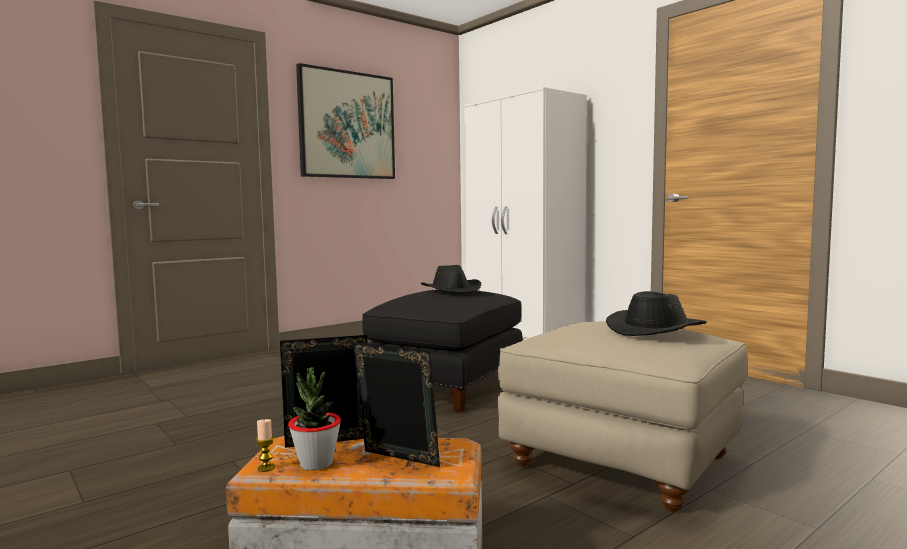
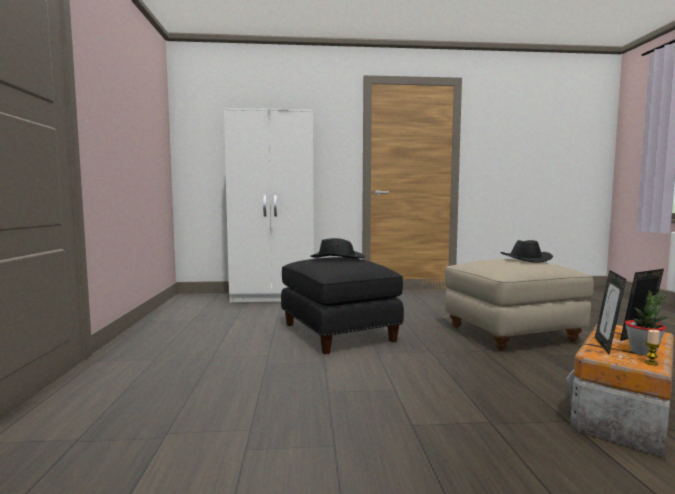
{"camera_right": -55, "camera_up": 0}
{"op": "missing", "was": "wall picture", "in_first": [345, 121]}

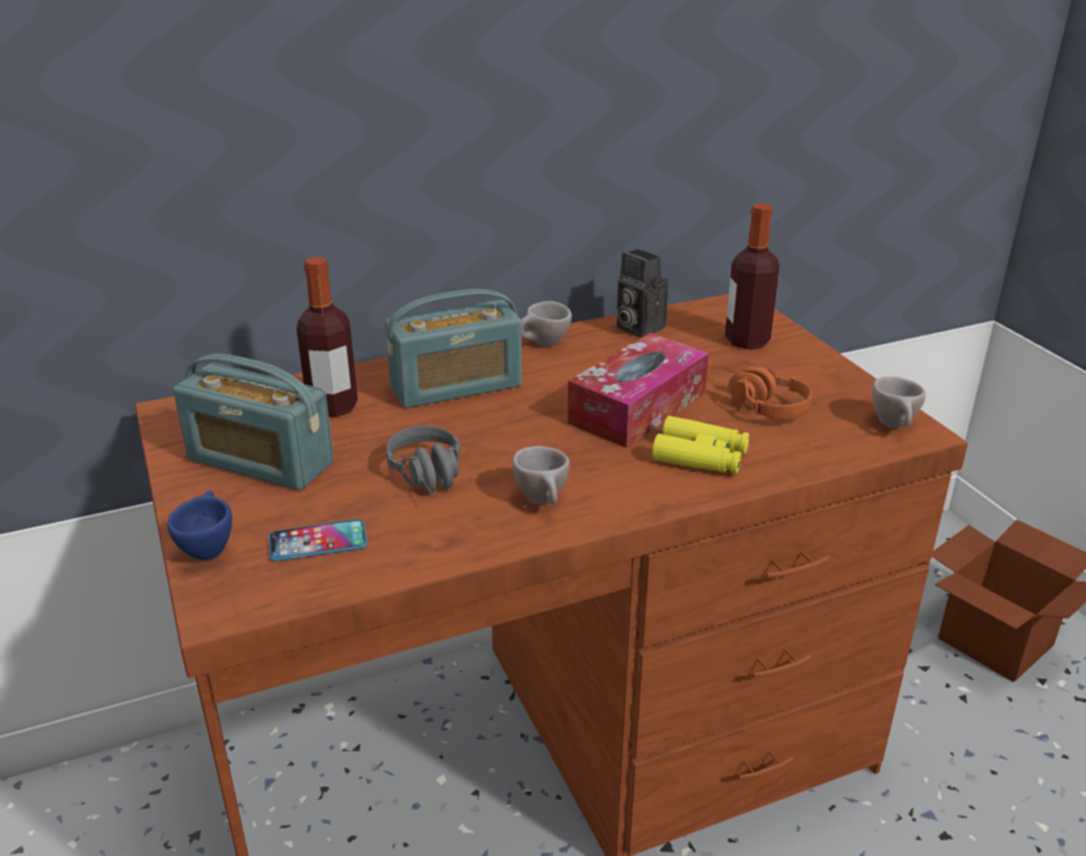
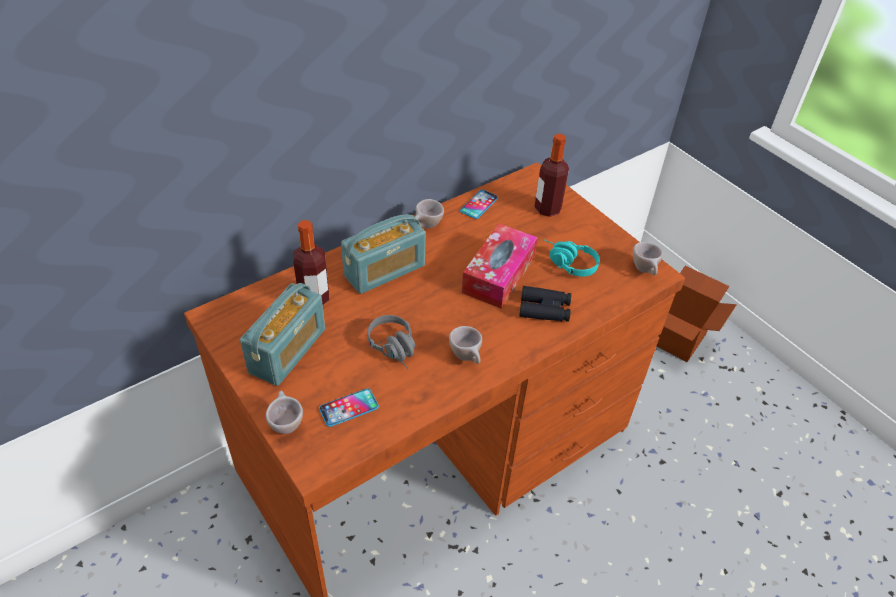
{"camera_right": -15, "camera_up": 15}
{"op": "exchanged", "was": "still camera", "now": "phone", "in_first": [642, 293], "in_second": [479, 204]}
{"op": "colour", "was": "bluish small cup", "now": "beige small cup", "in_first": [199, 525], "in_second": [284, 412]}
{"op": "colour", "was": "yellowish binoculars", "now": "black binoculars", "in_first": [700, 445], "in_second": [545, 304]}
{"op": "colour", "was": "orange-coloured headset", "now": "turquoise headset", "in_first": [768, 393], "in_second": [572, 258]}
{"op": "spun", "was": "radio", "in_first": [253, 422], "in_second": [282, 334], "clockwise": -75}

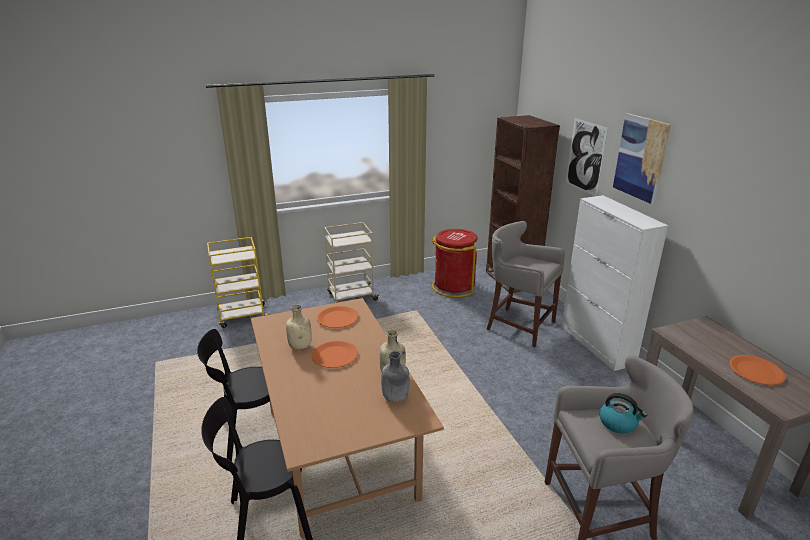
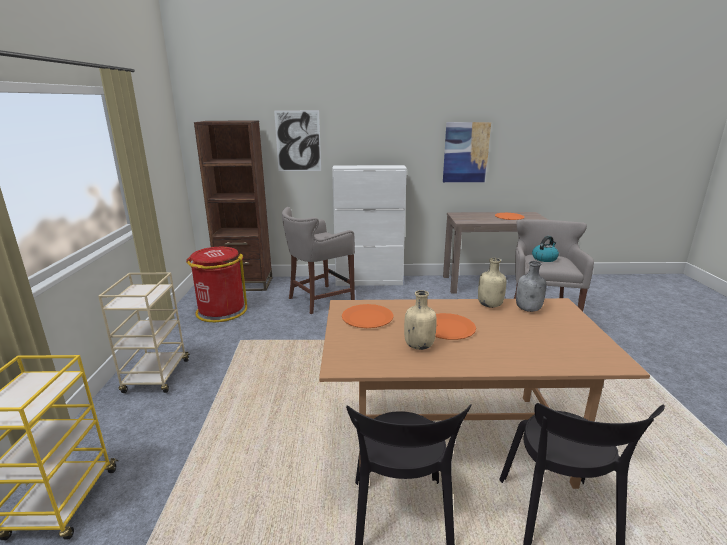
{"camera_right": -70, "camera_up": -5}
{"op": "relocated", "was": "wall picture", "in_first": [642, 158], "in_second": [467, 152]}

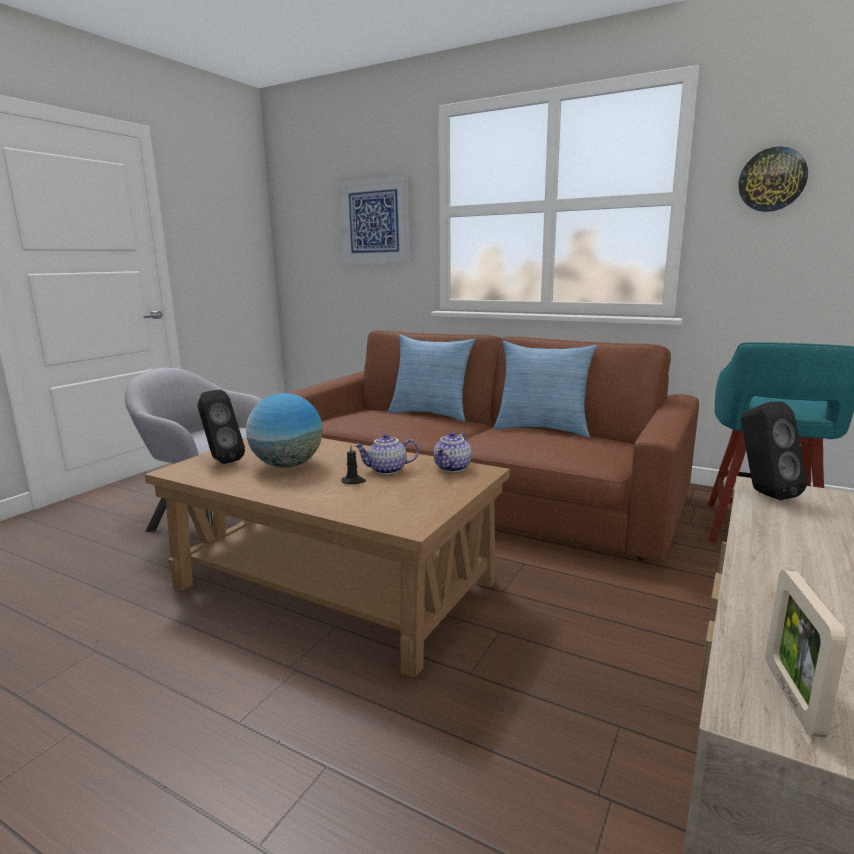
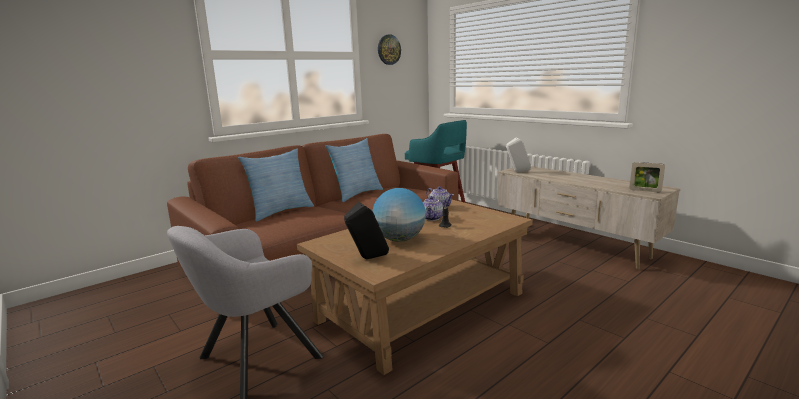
{"camera_right": -70, "camera_up": 0}
{"op": "missing", "was": "wall picture", "in_first": [374, 219]}
{"op": "colour", "was": "black audio speaker", "now": "whitish audio speaker", "in_first": [774, 450], "in_second": [518, 154]}

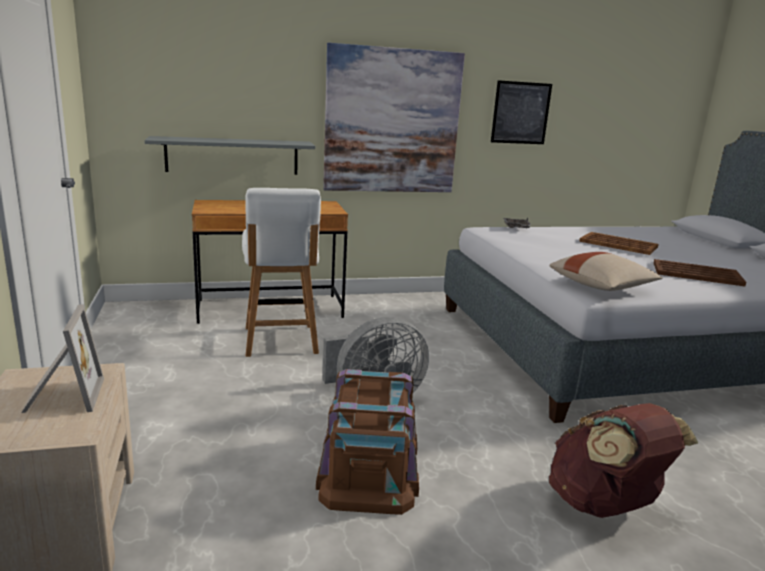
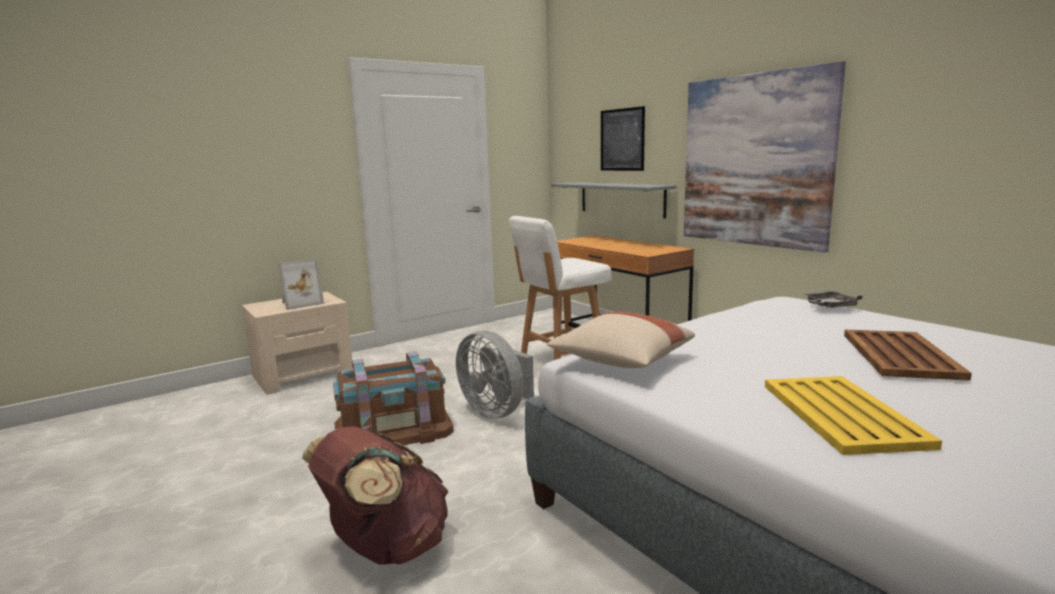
{"camera_right": 70, "camera_up": -5}
{"op": "relocated", "was": "wall picture", "in_first": [521, 112], "in_second": [623, 138]}
{"op": "colour", "was": "brownish tray", "now": "yellowish tray", "in_first": [699, 272], "in_second": [853, 415]}

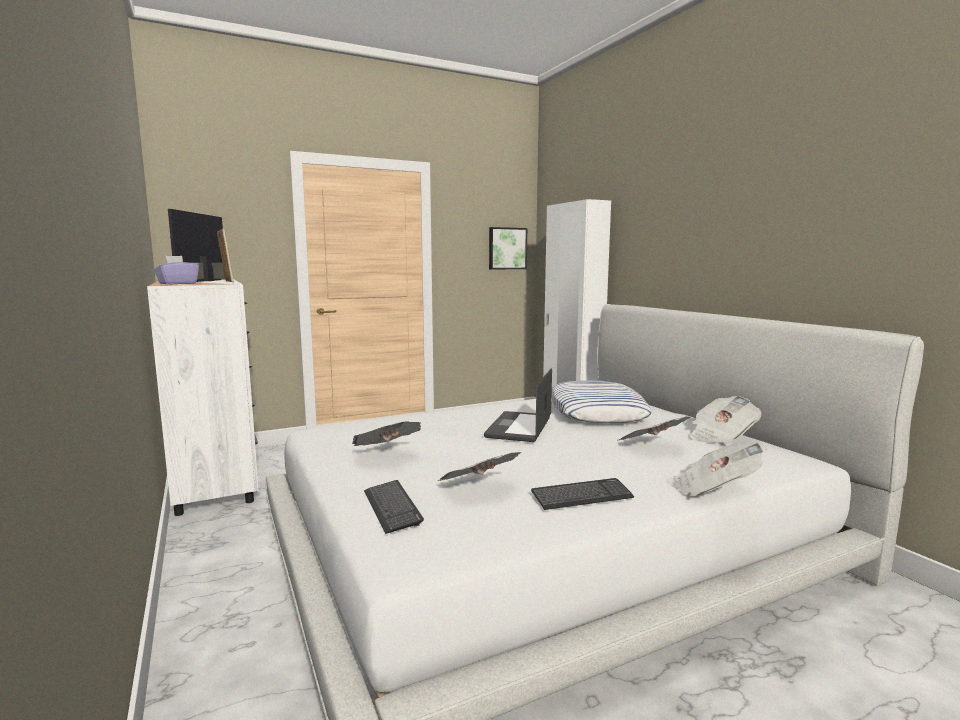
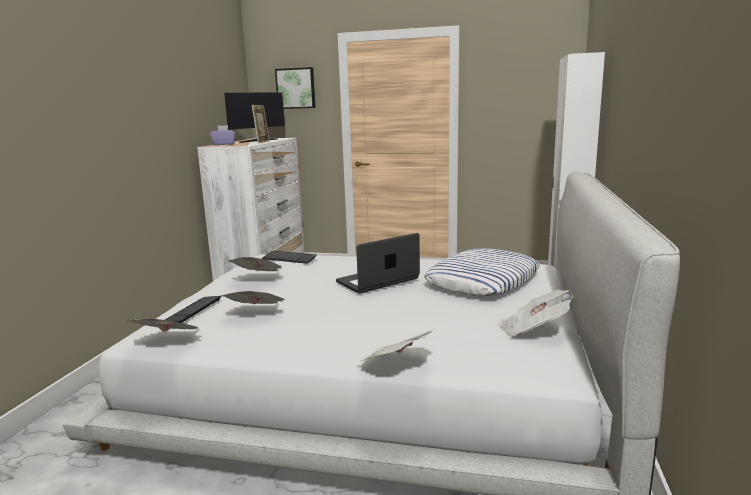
{"camera_right": 40, "camera_up": 5}
{"op": "relocated", "was": "wall picture", "in_first": [508, 248], "in_second": [295, 88]}
{"op": "relocated", "was": "computer keyboard", "in_first": [582, 494], "in_second": [289, 257]}
{"op": "relocated", "was": "newspaper", "in_first": [655, 428], "in_second": [163, 325]}

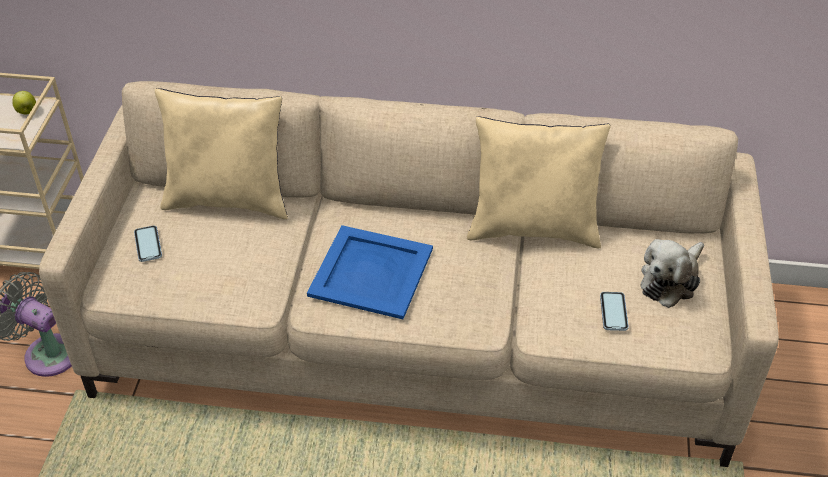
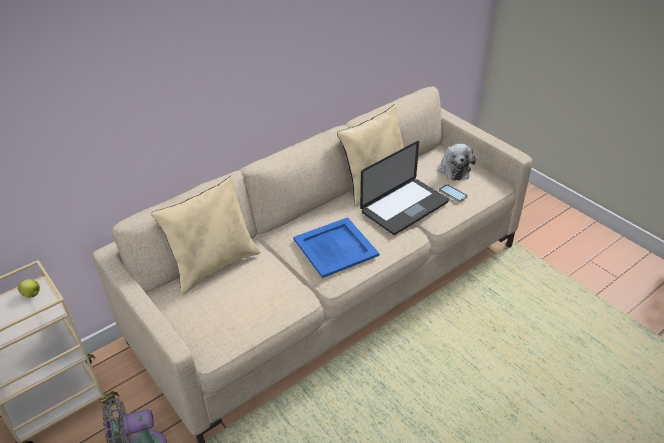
{"camera_right": -45, "camera_up": -5}
{"op": "missing", "was": "phone", "in_first": [148, 243]}
{"op": "appeared", "now": "notebook computer", "in_second": [404, 188]}

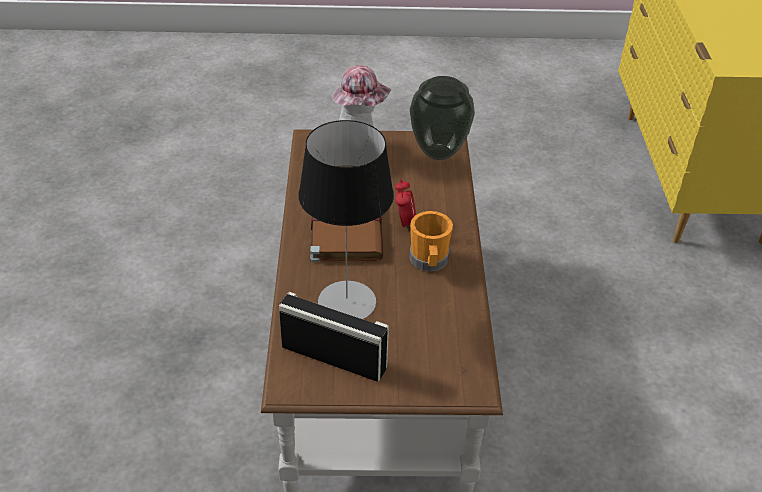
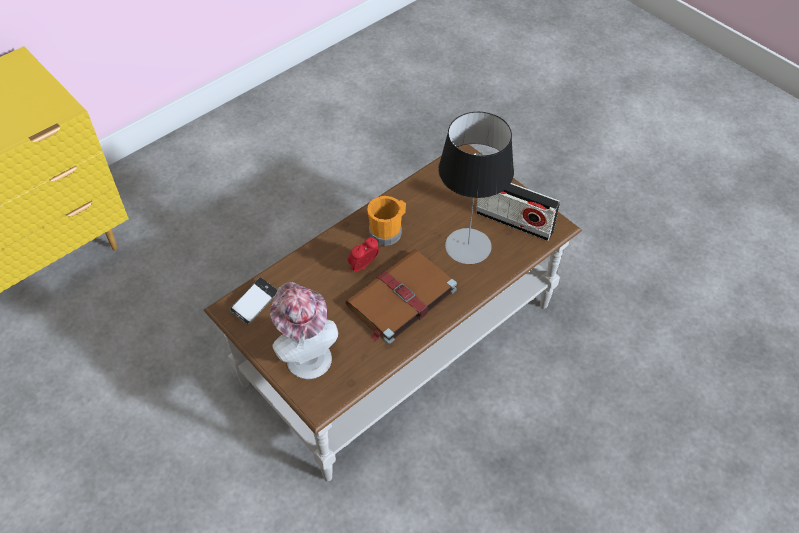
{"camera_right": -130, "camera_up": 10}
{"op": "exchanged", "was": "vase", "now": "phone", "in_first": [442, 118], "in_second": [254, 300]}
{"op": "spun", "was": "radio", "in_first": [334, 337], "in_second": [518, 212], "clockwise": -45}

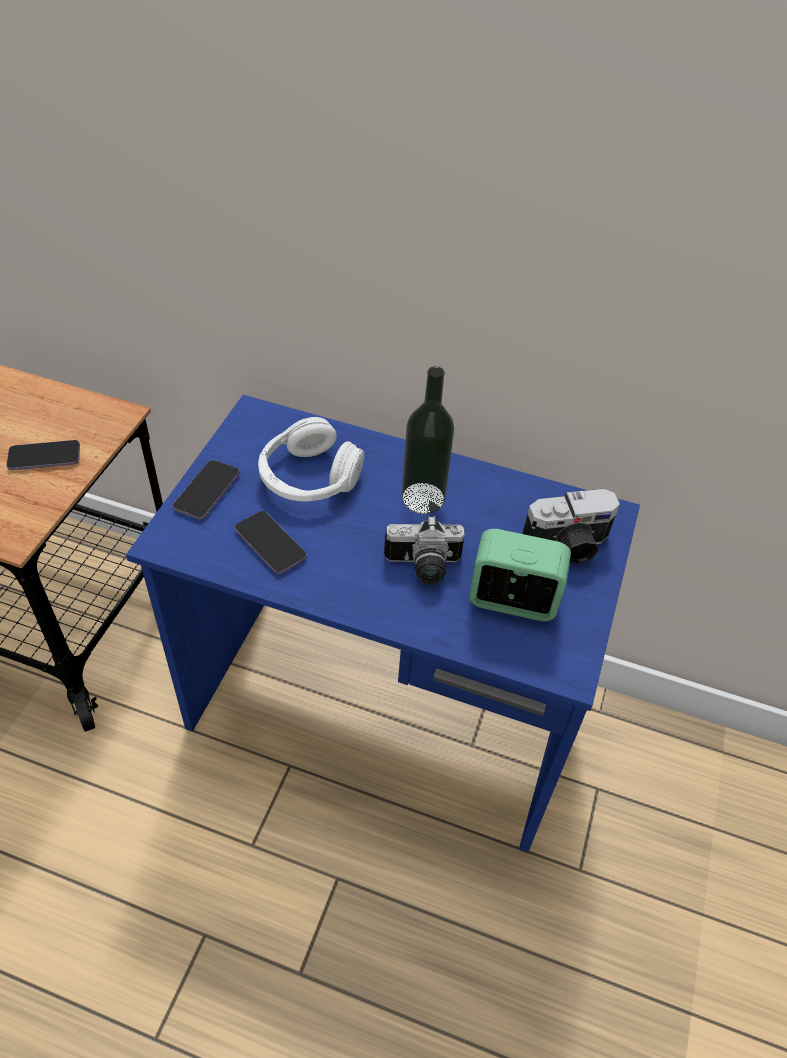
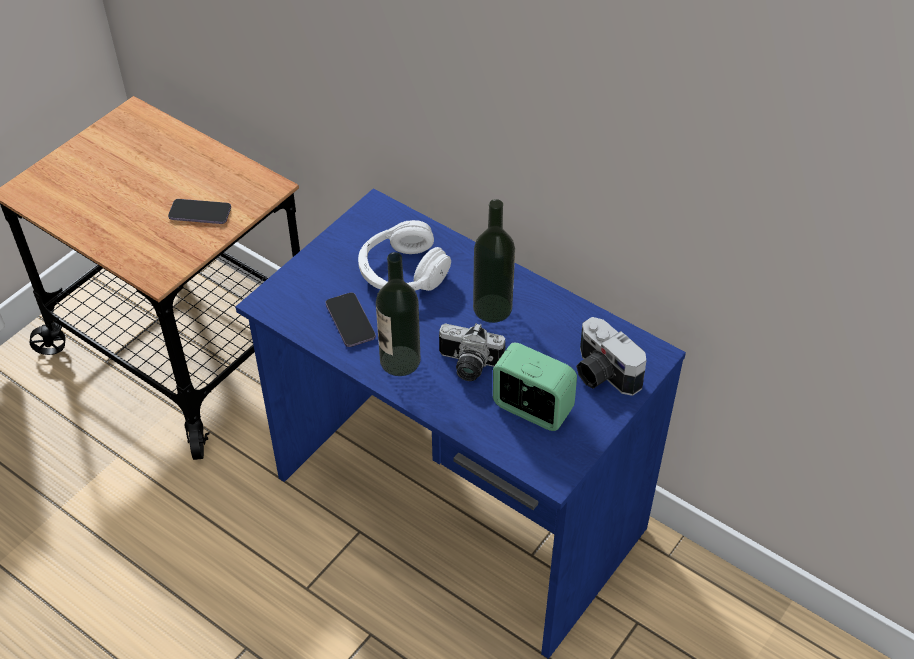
{"camera_right": 20, "camera_up": 0}
{"op": "missing", "was": "phone", "in_first": [206, 490]}
{"op": "appeared", "now": "bottle", "in_second": [398, 314]}
{"op": "spun", "was": "still camera", "in_first": [571, 526], "in_second": [611, 356], "clockwise": 45}

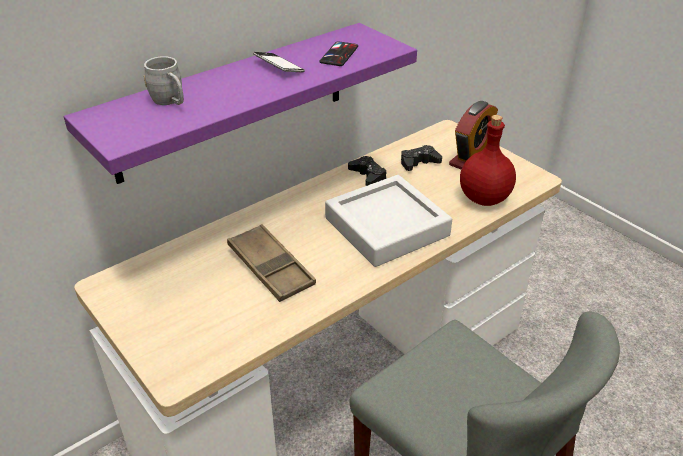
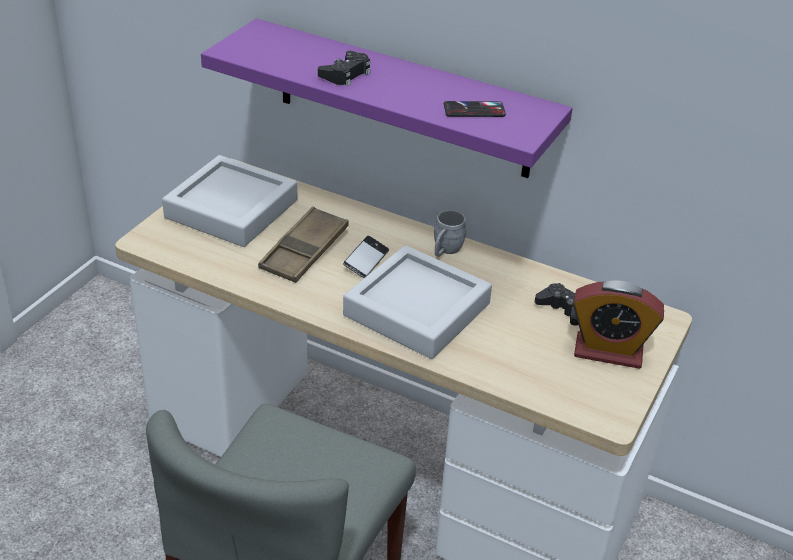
{"camera_right": 65, "camera_up": 0}
{"op": "missing", "was": "red bottle", "in_first": [488, 160]}
{"op": "appeared", "now": "grey tray", "in_second": [229, 201]}
{"op": "relocated", "was": "grey tea mug", "in_first": [164, 80], "in_second": [450, 233]}
{"op": "relocated", "was": "phone", "in_first": [279, 62], "in_second": [366, 257]}
{"op": "relocated", "was": "black game controller", "in_first": [367, 171], "in_second": [344, 68]}

